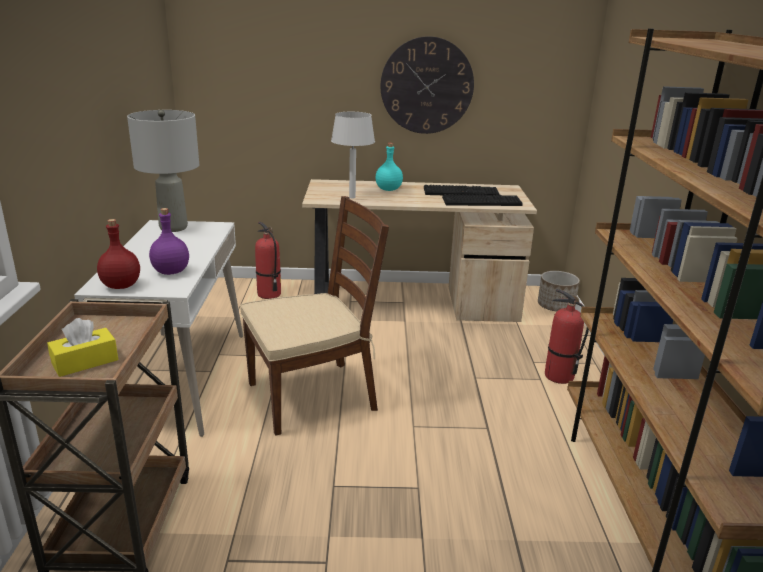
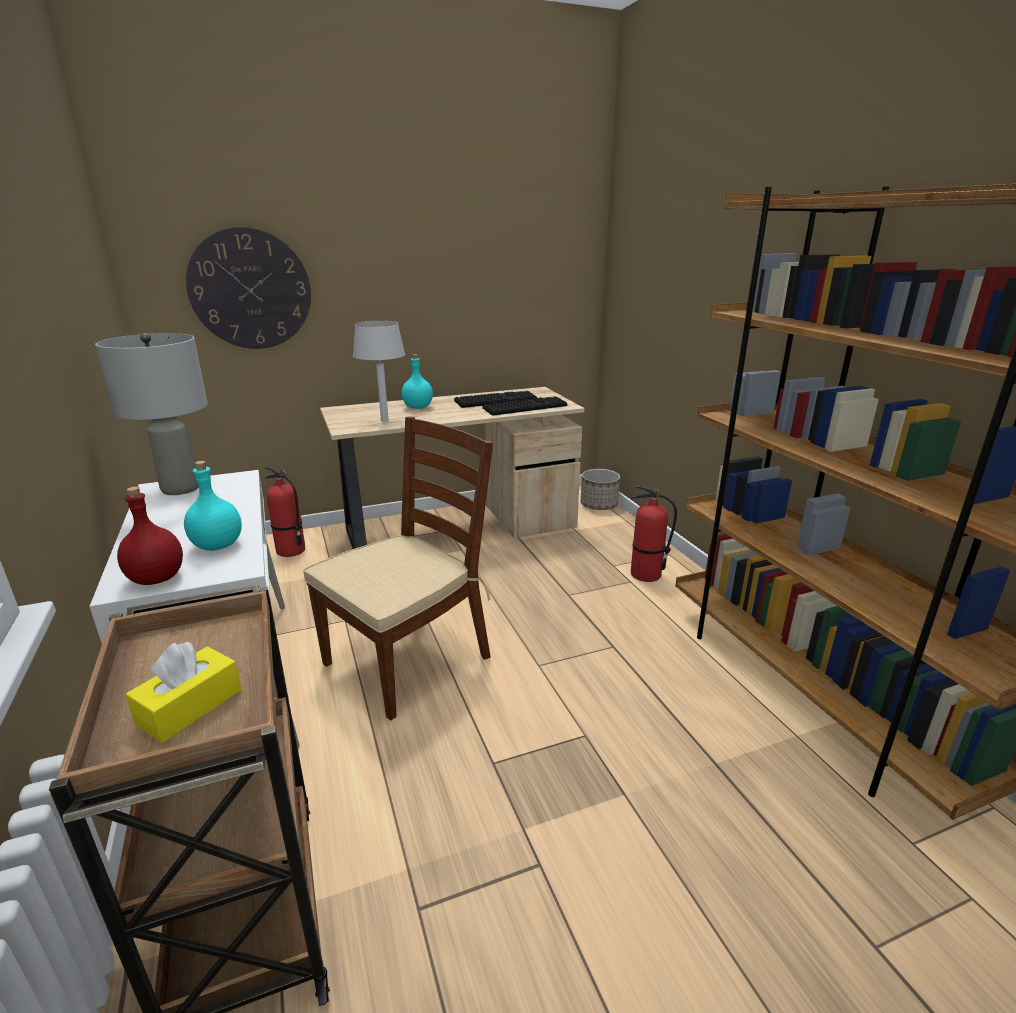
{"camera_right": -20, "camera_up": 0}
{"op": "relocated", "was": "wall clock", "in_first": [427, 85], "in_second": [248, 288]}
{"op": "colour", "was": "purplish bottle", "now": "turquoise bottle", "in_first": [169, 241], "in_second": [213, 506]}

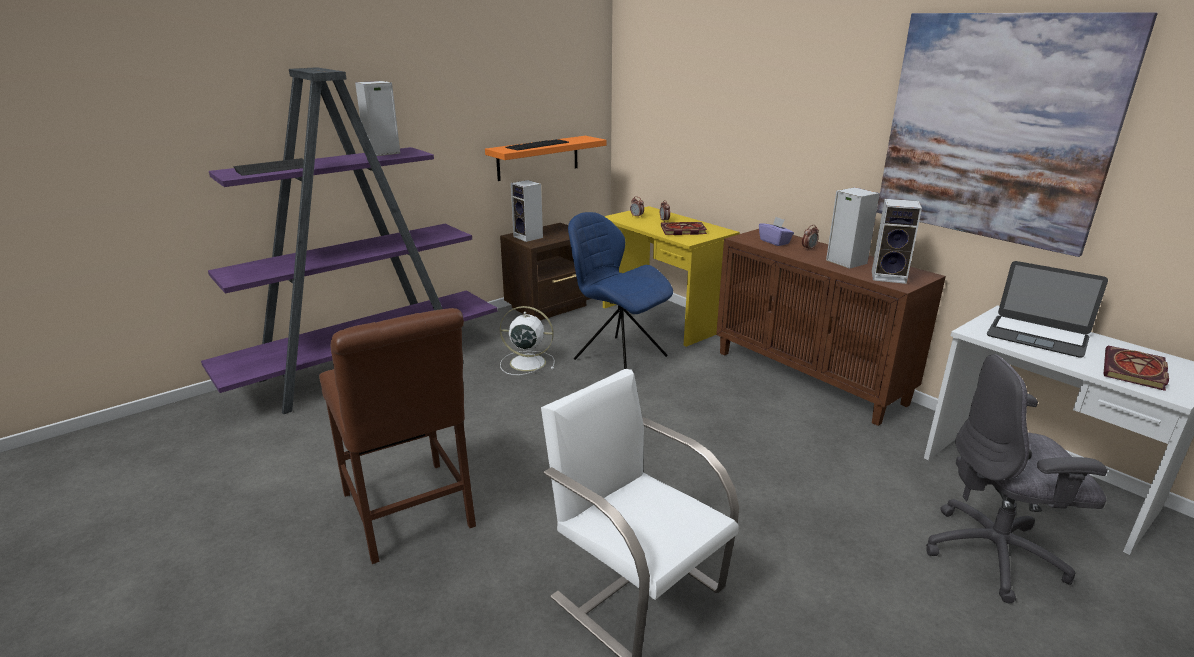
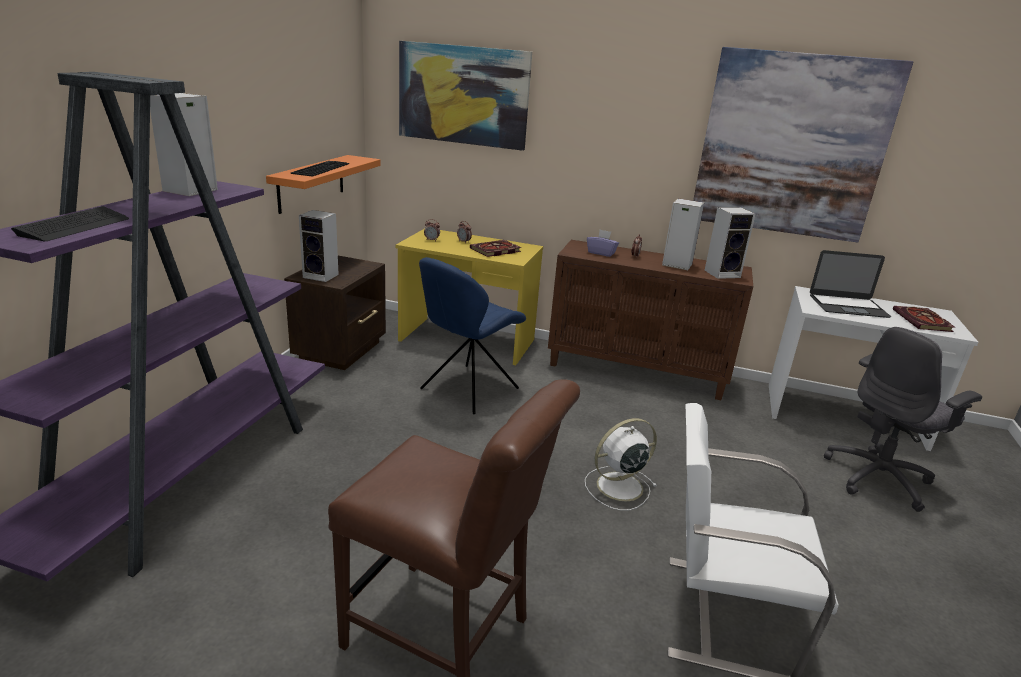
{"camera_right": -35, "camera_up": 0}
{"op": "appeared", "now": "wall picture", "in_second": [465, 96]}
{"op": "relocated", "was": "whitish cooling fan", "in_first": [527, 340], "in_second": [621, 464]}
{"op": "spun", "was": "bluish chair", "in_first": [620, 290], "in_second": [472, 335], "clockwise": -60}

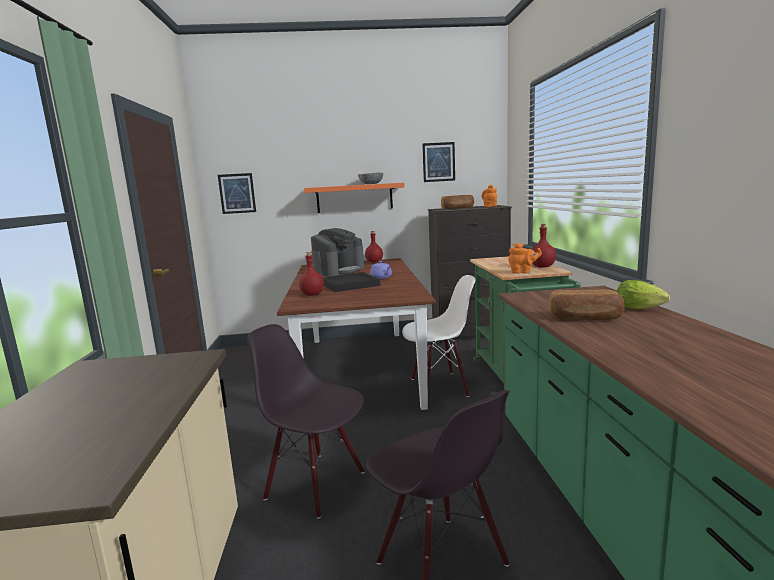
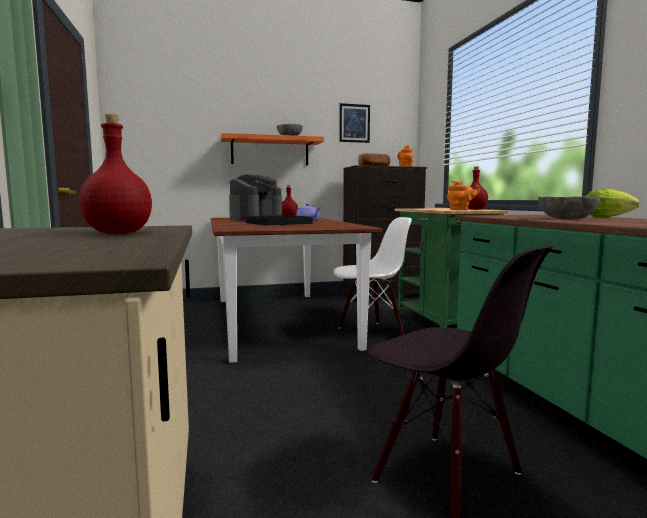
{"camera_right": -10, "camera_up": -5}
{"op": "missing", "was": "wall picture", "in_first": [237, 193]}
{"op": "missing", "was": "black chair", "in_first": [305, 421]}
{"op": "relocated", "was": "red bottle", "in_first": [311, 274], "in_second": [115, 174]}
{"op": "exchanged", "was": "bread", "now": "grey serving bowl", "in_first": [586, 305], "in_second": [569, 207]}

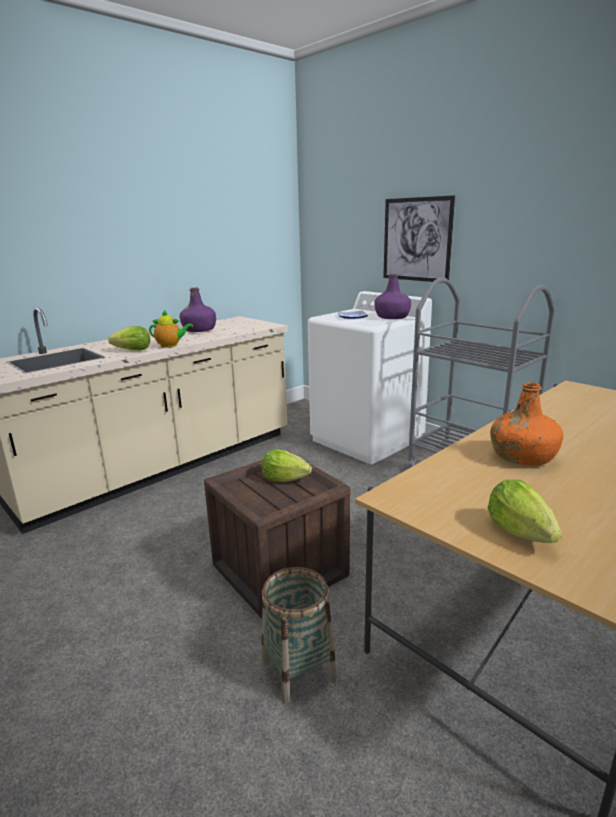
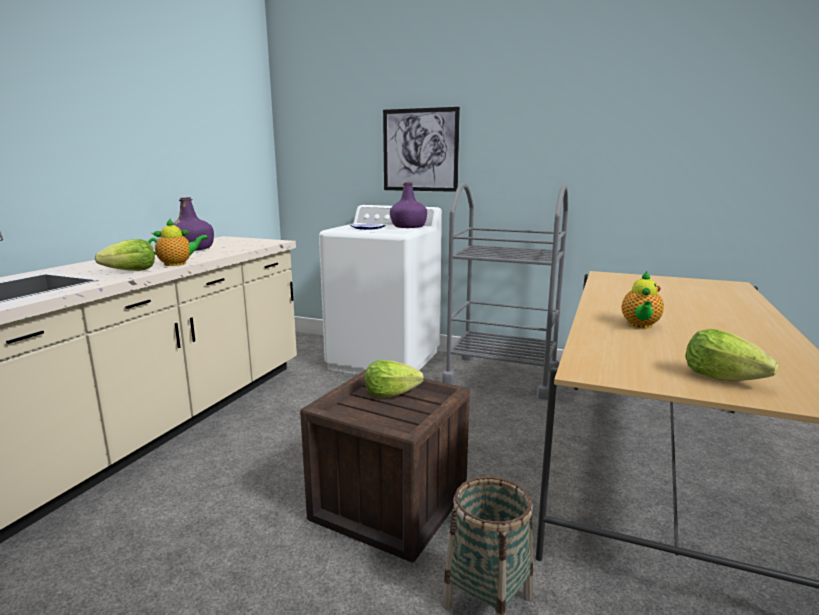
{"camera_right": -25, "camera_up": -5}
{"op": "exchanged", "was": "orange-coloured bottle", "now": "teapot", "in_first": [526, 424], "in_second": [643, 299]}

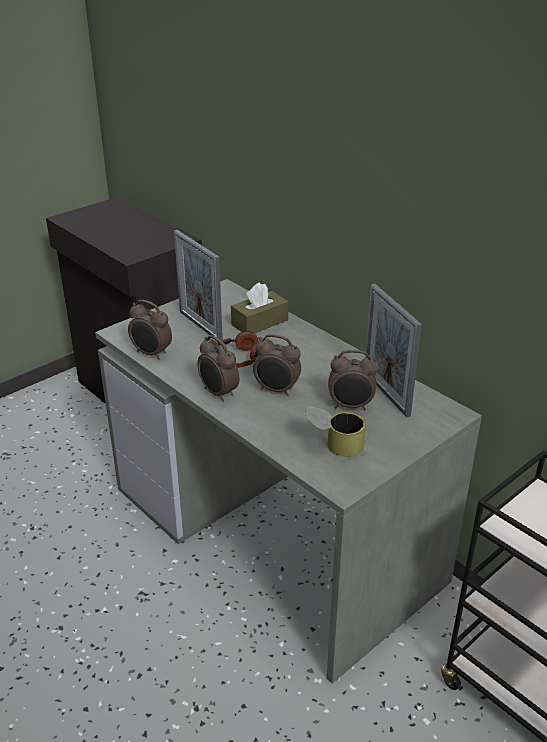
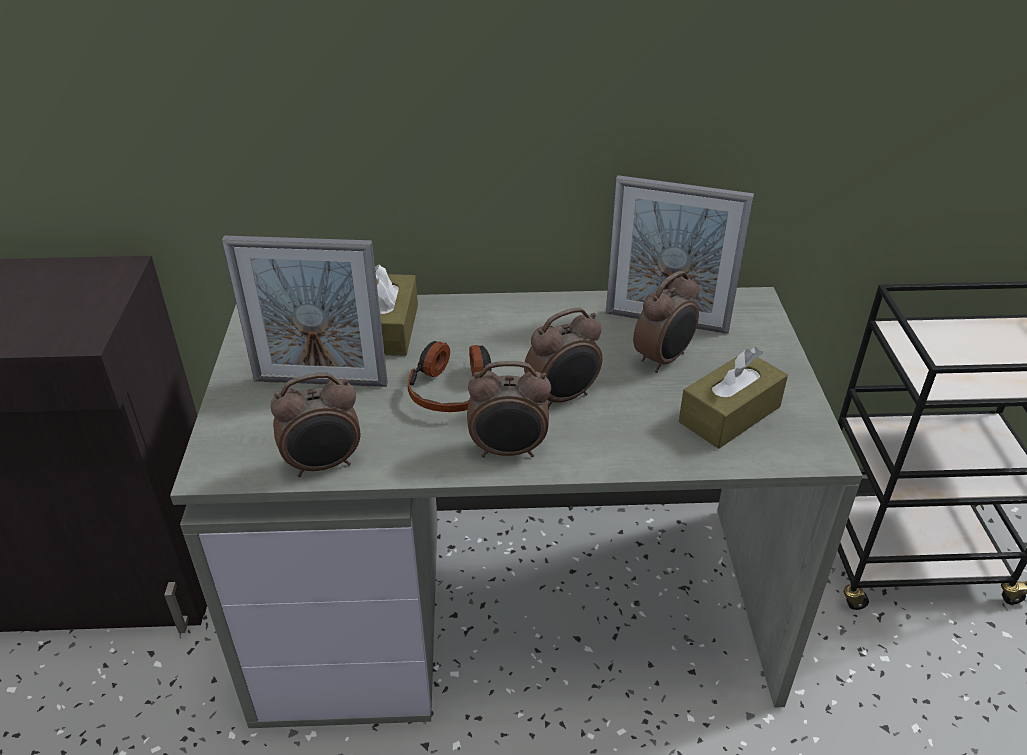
{"camera_right": -50, "camera_up": 5}
{"op": "exchanged", "was": "metal can", "now": "brownish tissue holder", "in_first": [335, 431], "in_second": [733, 398]}

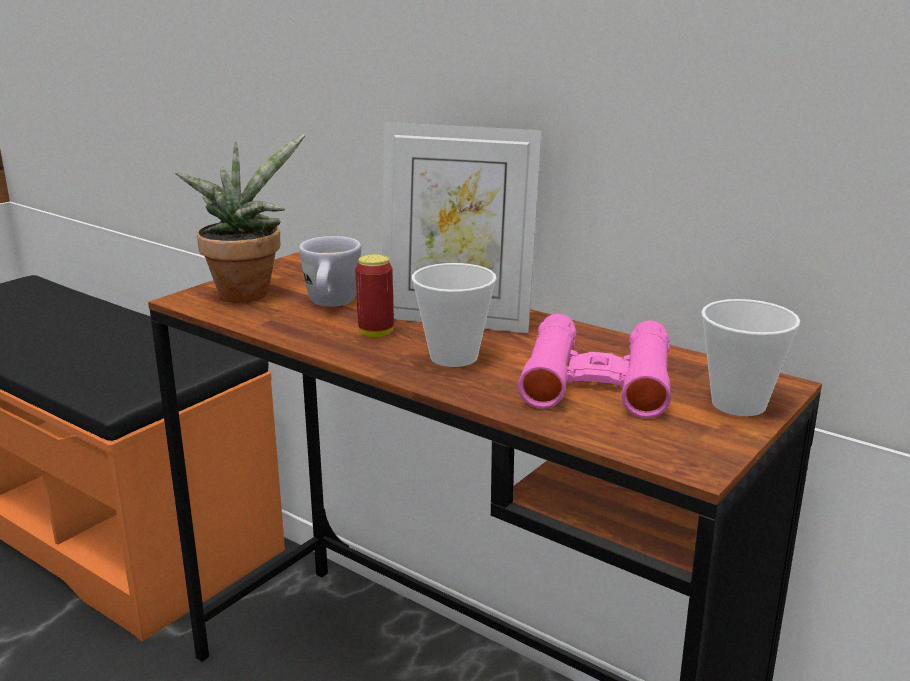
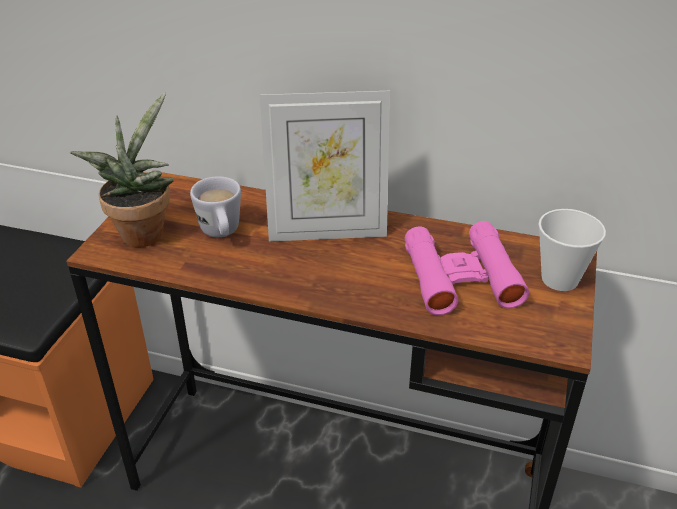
{"camera_right": -20, "camera_up": 15}
{"op": "missing", "was": "metal can", "in_first": [374, 295]}
{"op": "missing", "was": "small cup", "in_first": [454, 315]}

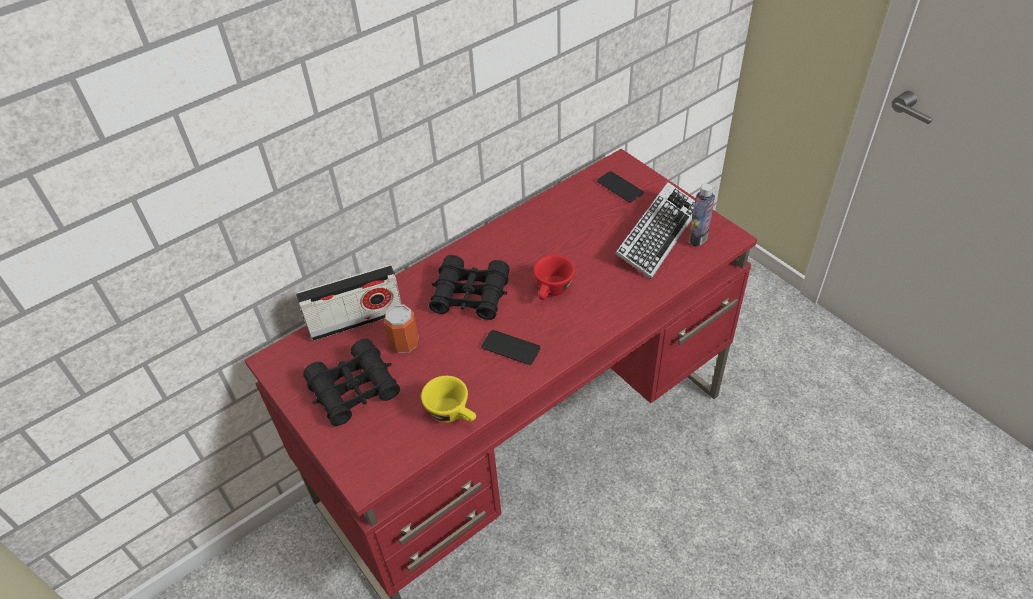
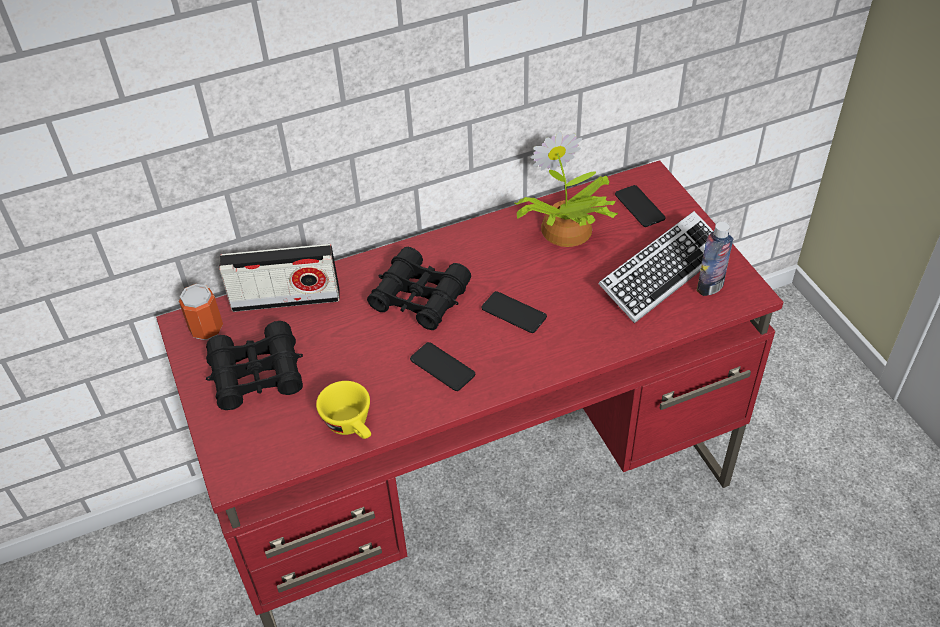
{"camera_right": 15, "camera_up": 0}
{"op": "appeared", "now": "houseplant", "in_second": [566, 189]}
{"op": "relocated", "was": "metal can", "in_first": [401, 328], "in_second": [201, 312]}
{"op": "exchanged", "was": "red small cup", "now": "phone", "in_first": [554, 277], "in_second": [514, 312]}

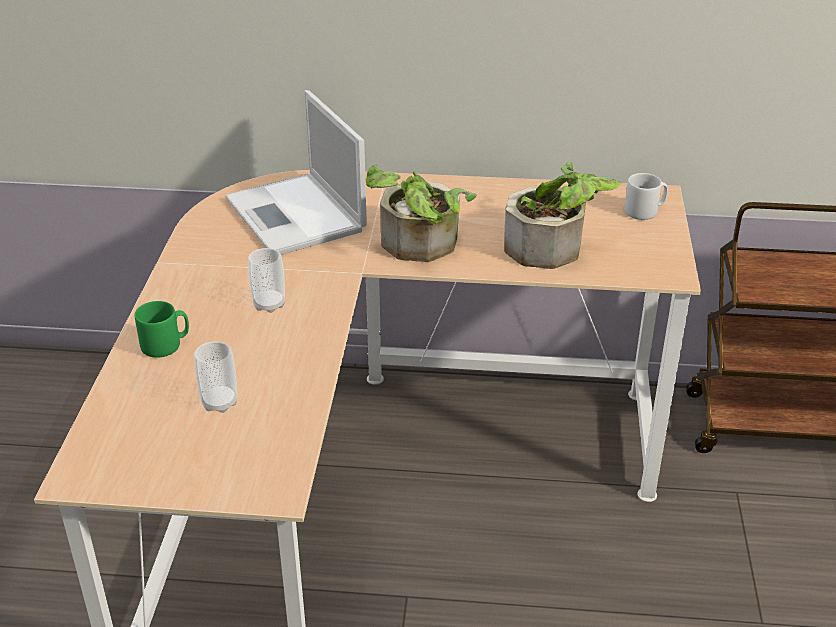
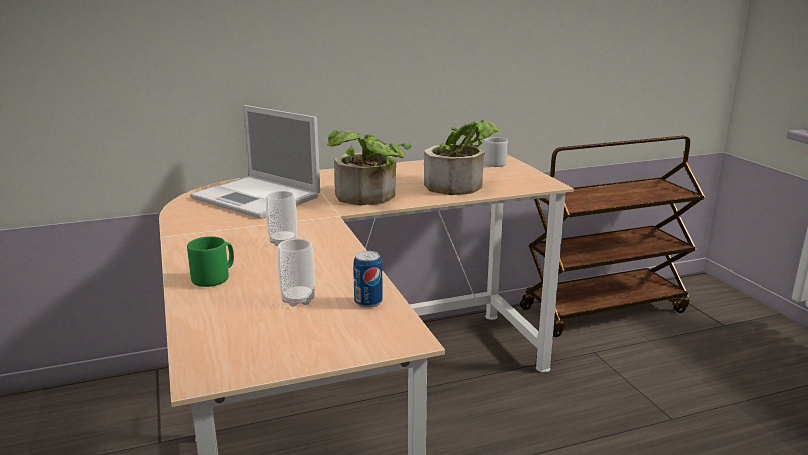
{"camera_right": -25, "camera_up": -15}
{"op": "appeared", "now": "metal can", "in_second": [368, 279]}

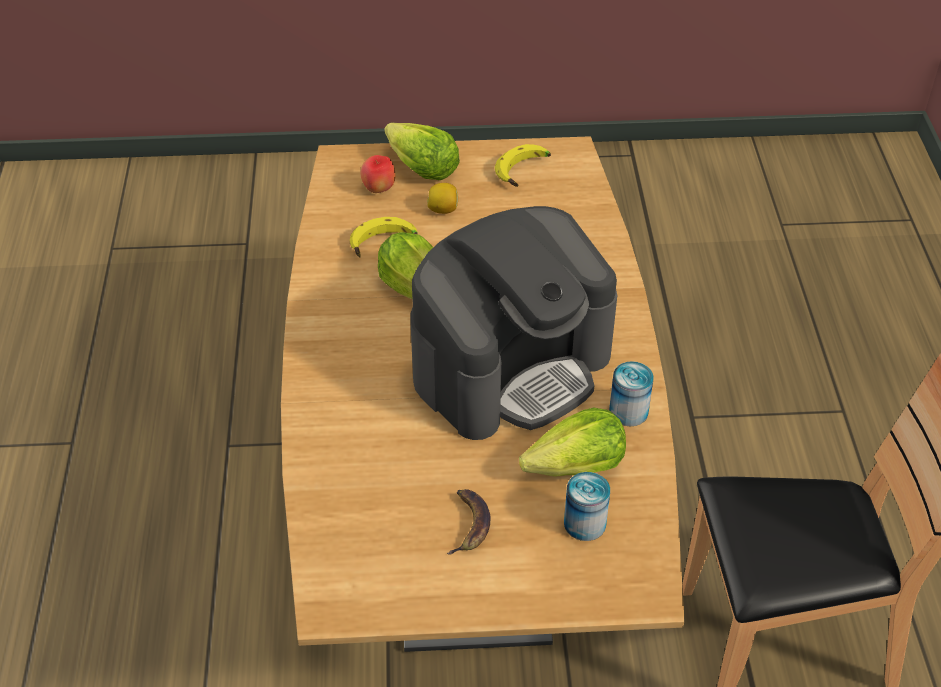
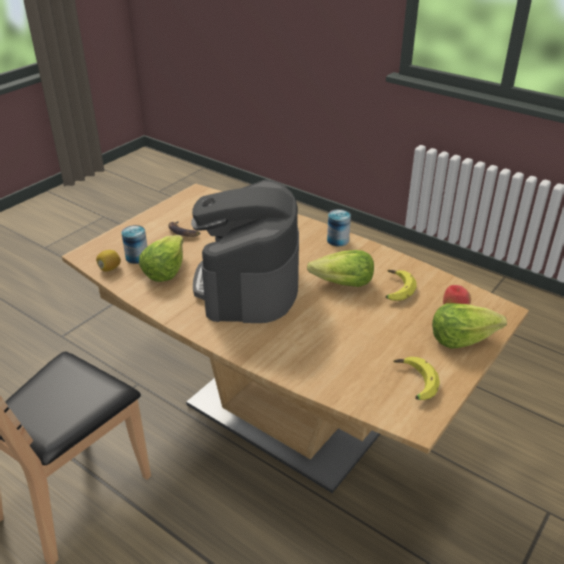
{"camera_right": 130, "camera_up": -10}
{"op": "relocated", "was": "lemon", "in_first": [442, 198], "in_second": [108, 260]}
{"op": "relocated", "was": "metal can", "in_first": [631, 393], "in_second": [339, 227]}

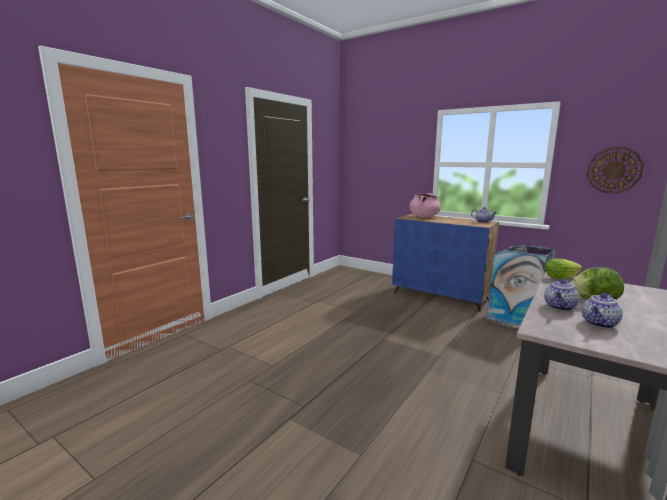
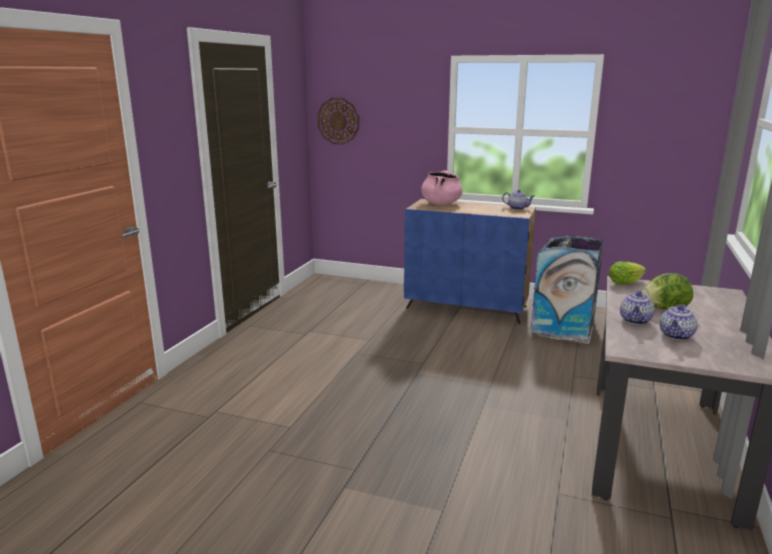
{"camera_right": -15, "camera_up": 5}
{"op": "relocated", "was": "wall clock", "in_first": [615, 170], "in_second": [338, 121]}

